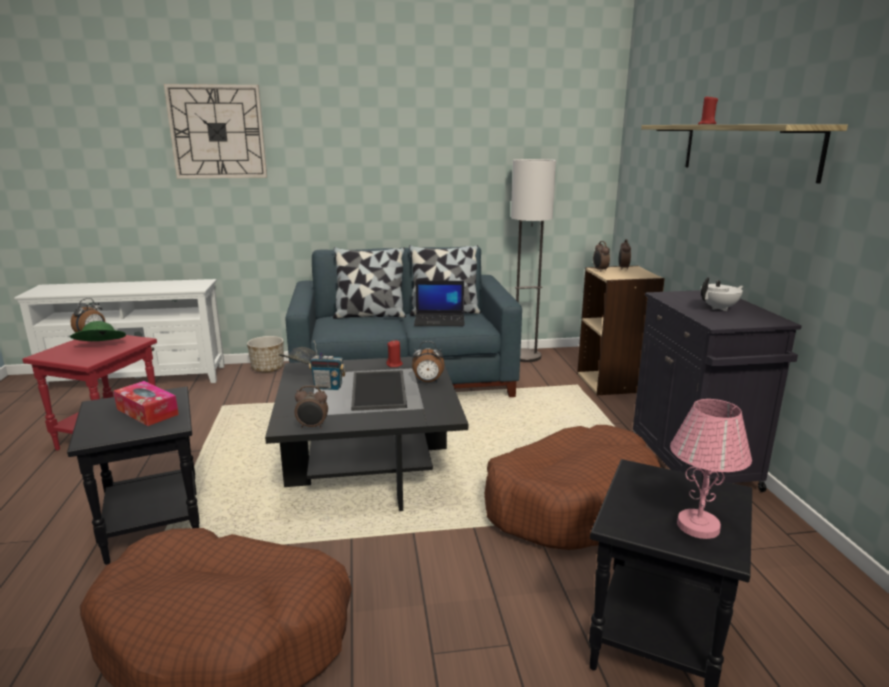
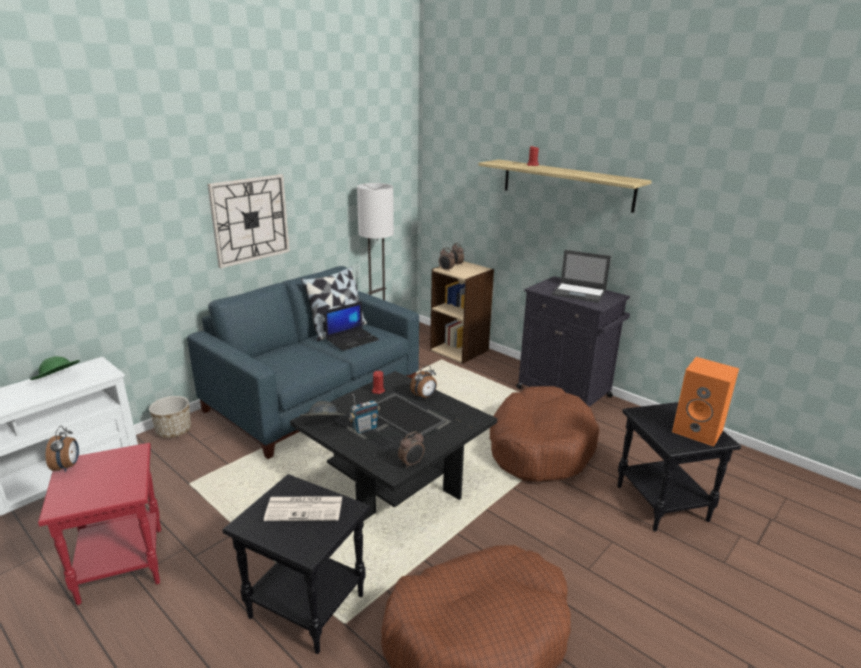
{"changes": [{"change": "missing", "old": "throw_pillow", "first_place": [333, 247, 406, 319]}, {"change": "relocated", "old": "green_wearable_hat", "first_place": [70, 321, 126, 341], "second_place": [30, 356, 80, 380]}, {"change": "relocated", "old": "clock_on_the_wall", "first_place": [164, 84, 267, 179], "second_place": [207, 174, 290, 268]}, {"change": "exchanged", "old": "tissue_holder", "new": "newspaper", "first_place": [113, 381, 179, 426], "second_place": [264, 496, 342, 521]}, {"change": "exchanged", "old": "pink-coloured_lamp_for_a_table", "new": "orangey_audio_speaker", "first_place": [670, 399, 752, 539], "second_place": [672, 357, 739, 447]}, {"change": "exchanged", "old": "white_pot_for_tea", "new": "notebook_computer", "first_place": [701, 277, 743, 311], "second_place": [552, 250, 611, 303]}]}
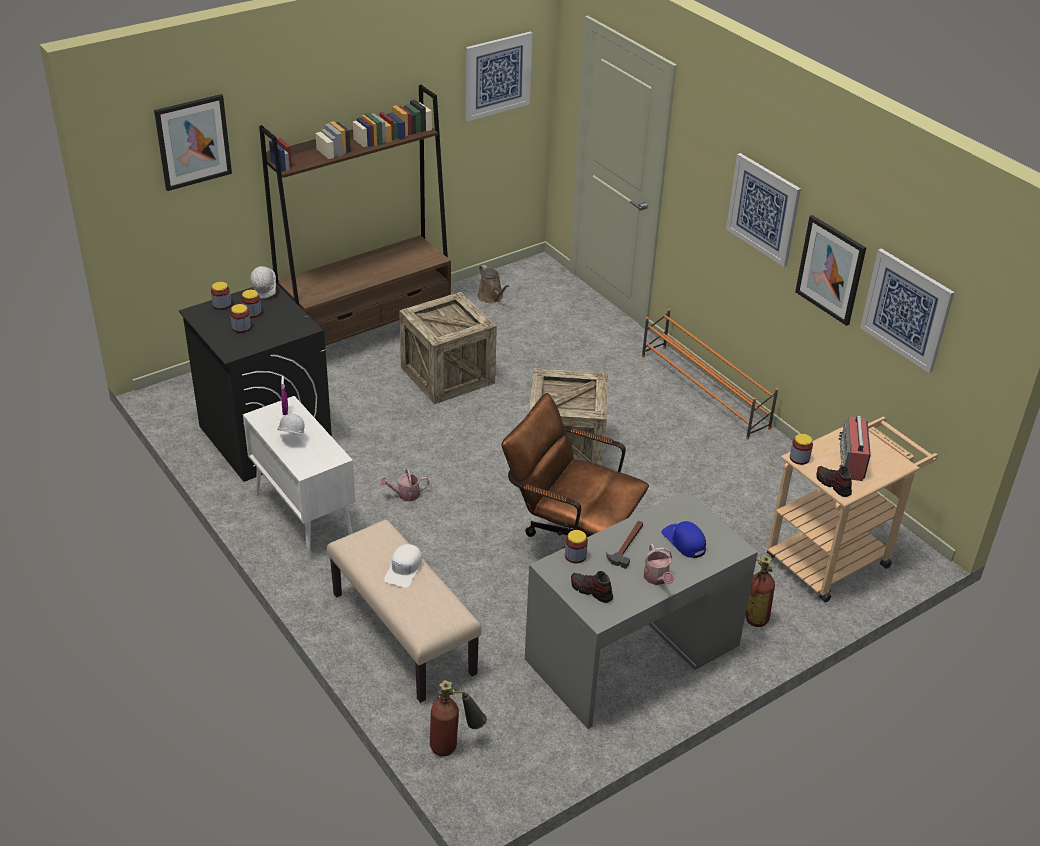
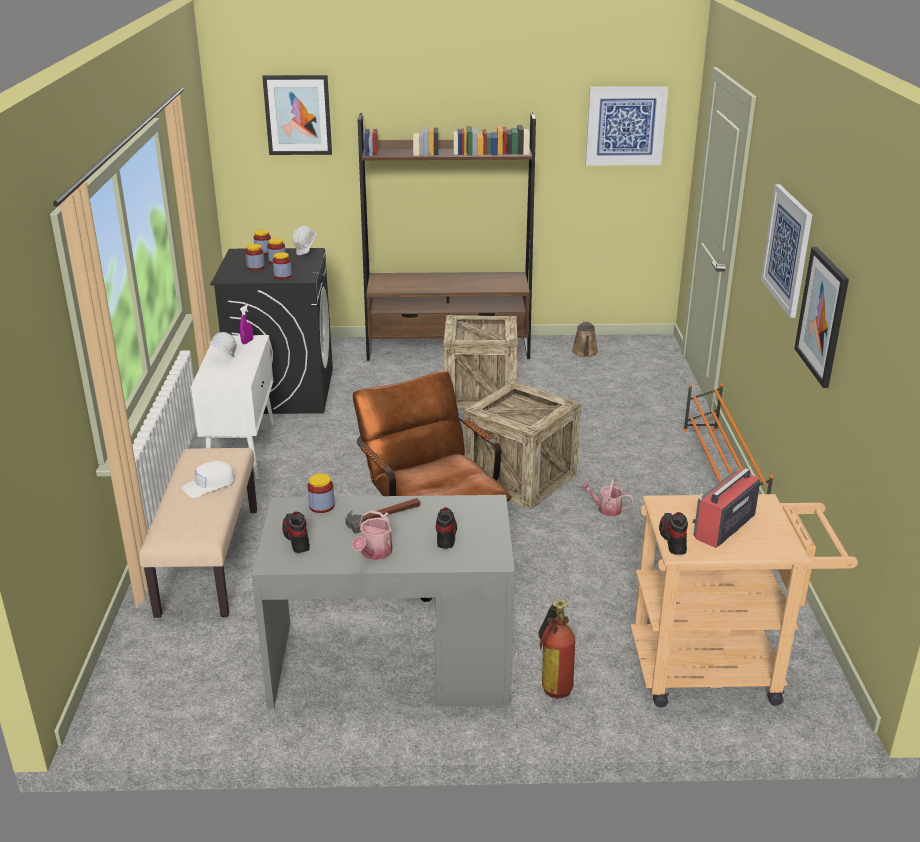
{"changes": [{"change": "missing", "old": "fire_extinguisher", "first_place": [430, 680, 487, 757]}, {"change": "missing", "old": "wall_art", "first_place": [860, 249, 954, 373]}, {"change": "relocated", "old": "sprinkling_can", "first_place": [380, 468, 429, 501], "second_place": [580, 479, 634, 516]}, {"change": "relocated", "old": "jar", "first_place": [790, 434, 813, 465], "second_place": [273, 252, 292, 279]}, {"change": "exchanged", "old": "blue-coloured_peaked_cap", "new": "low_shoe", "first_place": [661, 521, 706, 558], "second_place": [436, 507, 457, 548]}]}
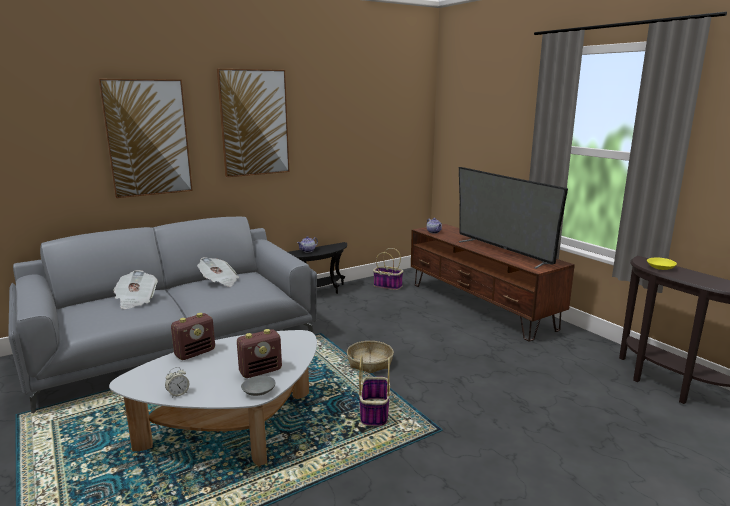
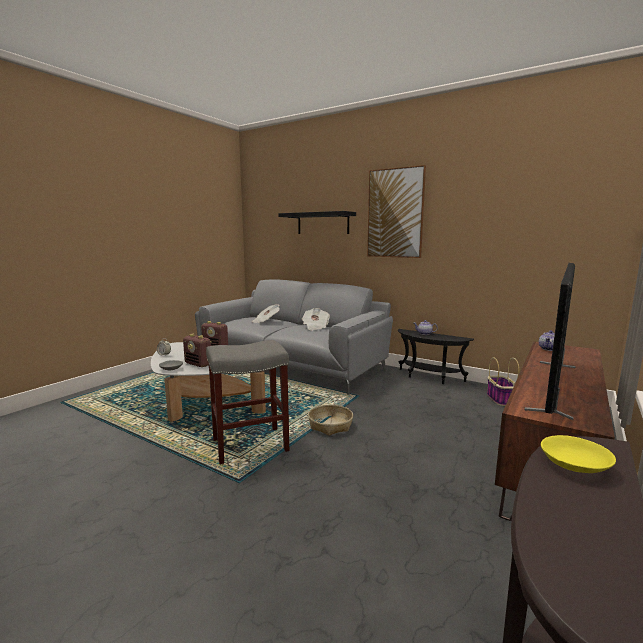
{"changes": [{"change": "exchanged", "old": "wall_art", "new": "blackish_shelf", "first_place": [99, 79, 193, 198], "second_place": [278, 211, 356, 234]}, {"change": "exchanged", "old": "basket", "new": "grey_stool", "first_place": [359, 356, 390, 426], "second_place": [206, 340, 289, 464]}]}
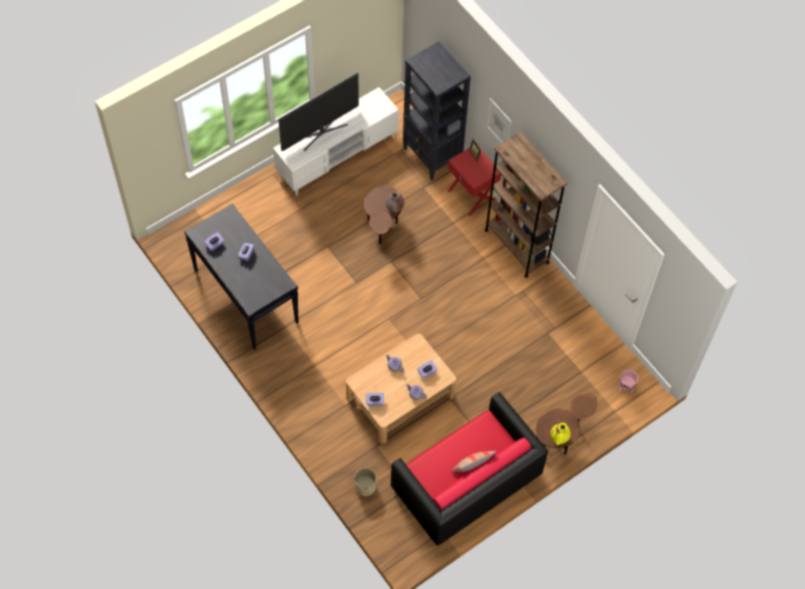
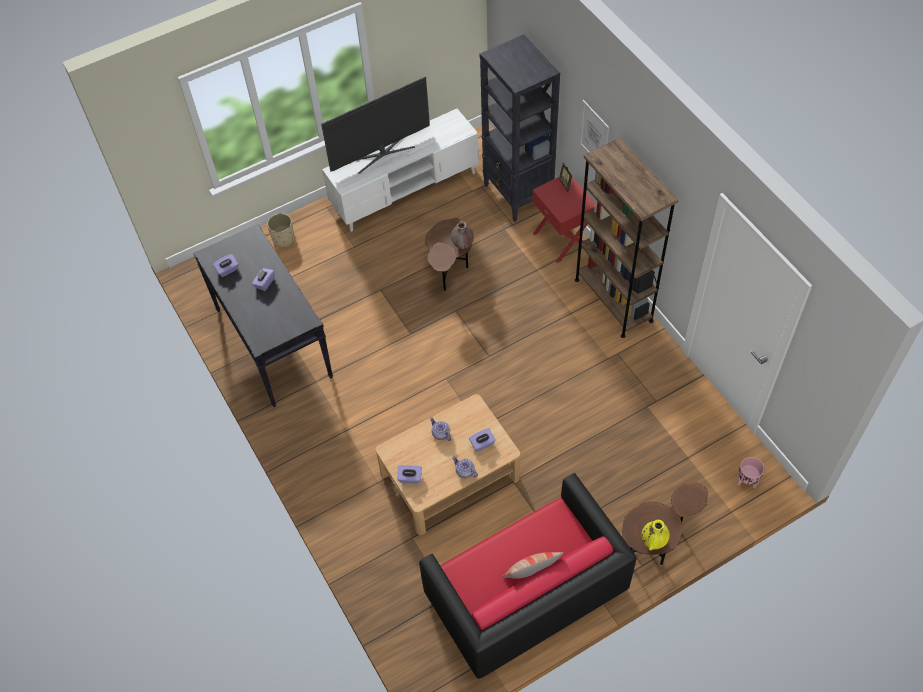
{"changes": [{"change": "relocated", "old": "beige-coloured_flower_pot", "first_place": [354, 468, 377, 496], "second_place": [267, 213, 295, 247]}]}
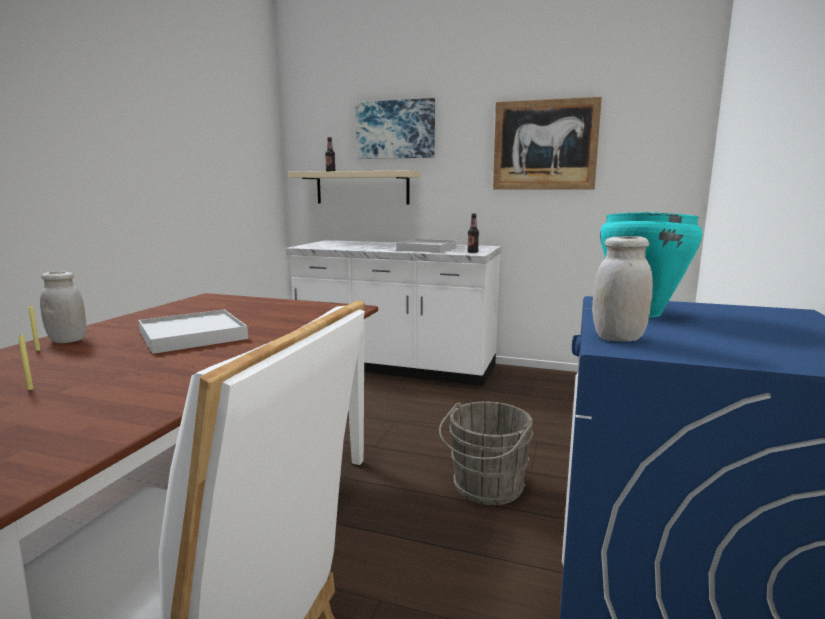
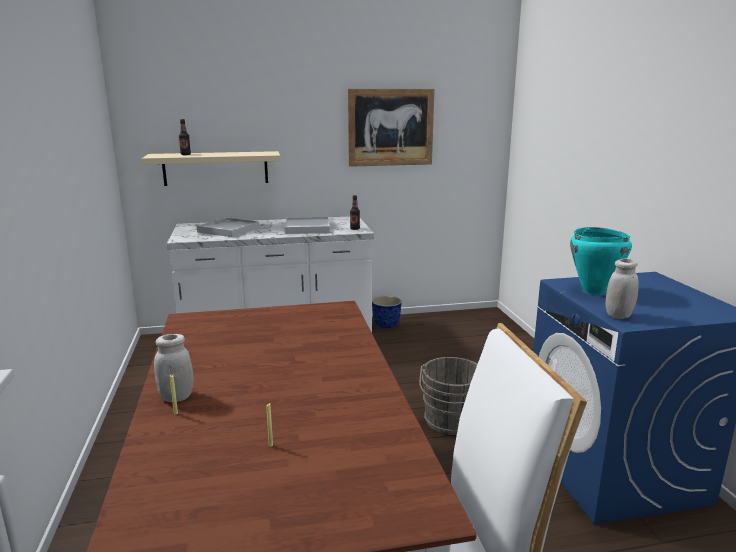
{"changes": [{"change": "missing", "old": "wall_art", "first_place": [355, 98, 435, 159]}, {"change": "appeared", "new": "flower_pot", "second_place": [372, 296, 402, 328]}, {"change": "relocated", "old": "white_carrying_tray", "first_place": [139, 309, 248, 354], "second_place": [197, 217, 260, 237]}]}
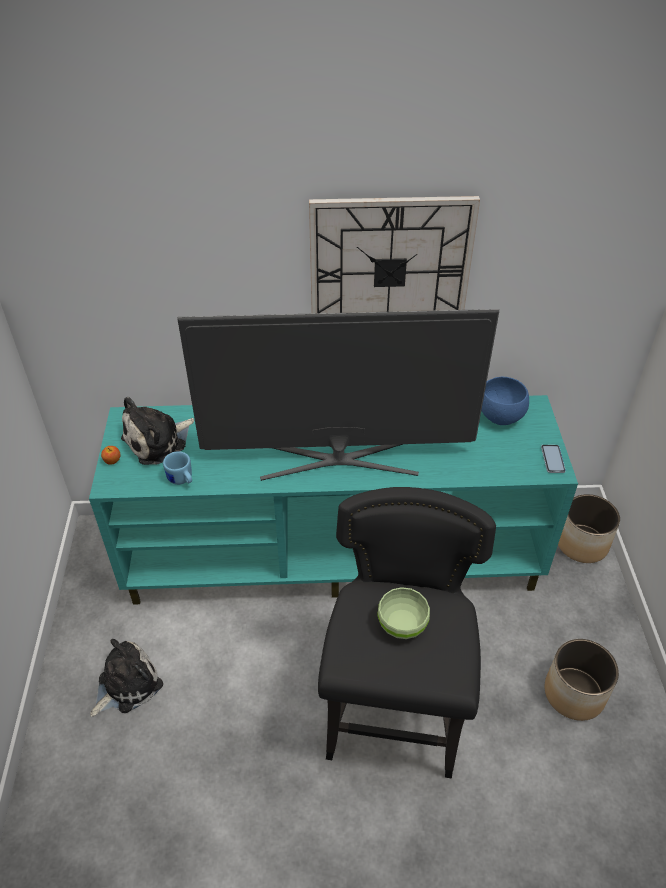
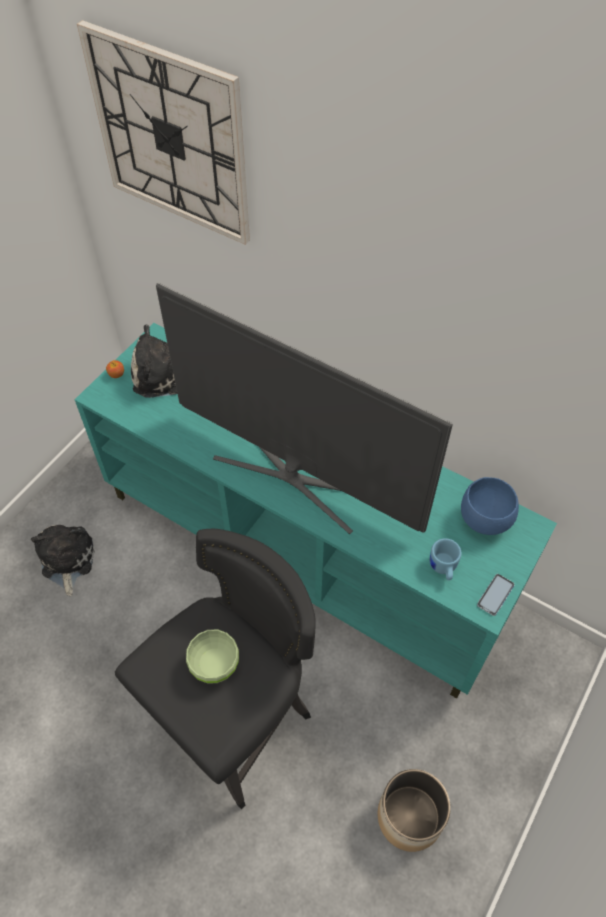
{"changes": [{"change": "missing", "old": "flower_pot", "first_place": [558, 494, 620, 563]}, {"change": "relocated", "old": "blue-coloured_tea_mug", "first_place": [163, 451, 192, 485], "second_place": [430, 538, 462, 580]}, {"change": "relocated", "old": "clock_on_the_wall", "first_place": [309, 196, 480, 314], "second_place": [77, 20, 250, 245]}, {"change": "spun", "old": "plush_toy", "first_place": [90, 639, 163, 717], "second_place": [31, 525, 95, 596], "degrees": -90}]}
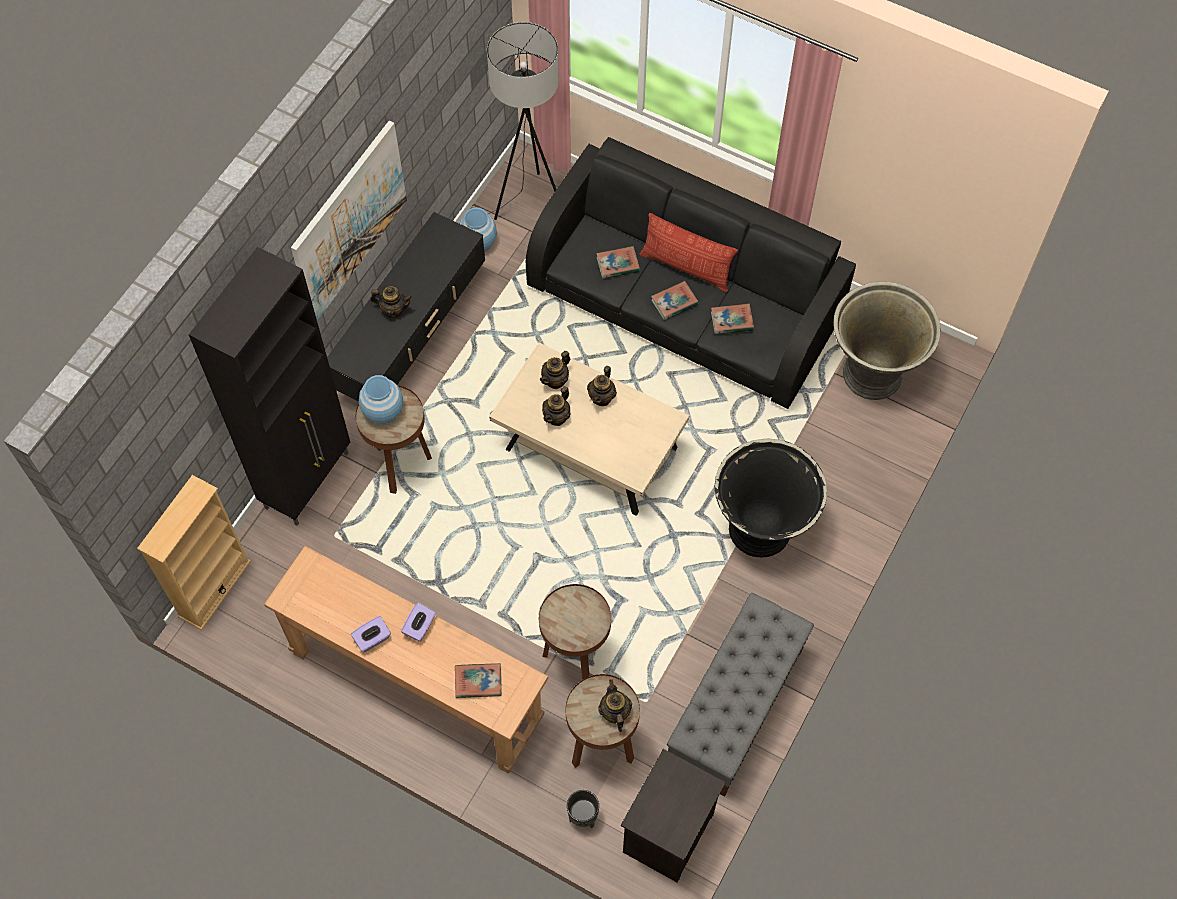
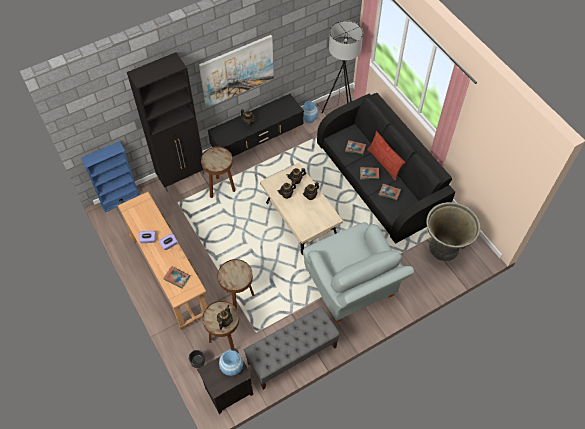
{"changes": [{"change": "relocated", "old": "blue-coloured_decorative_vase", "first_place": [359, 375, 403, 424], "second_place": [219, 350, 243, 376]}, {"change": "exchanged", "old": "blackish_flower_pot", "new": "grey_lounge_chair", "first_place": [715, 439, 827, 557], "second_place": [303, 222, 414, 323]}, {"change": "colour", "old": "beige-coloured_bookshelf", "new": "blue-coloured_bookshelf", "first_place": [137, 475, 251, 630], "second_place": [81, 141, 140, 212]}]}
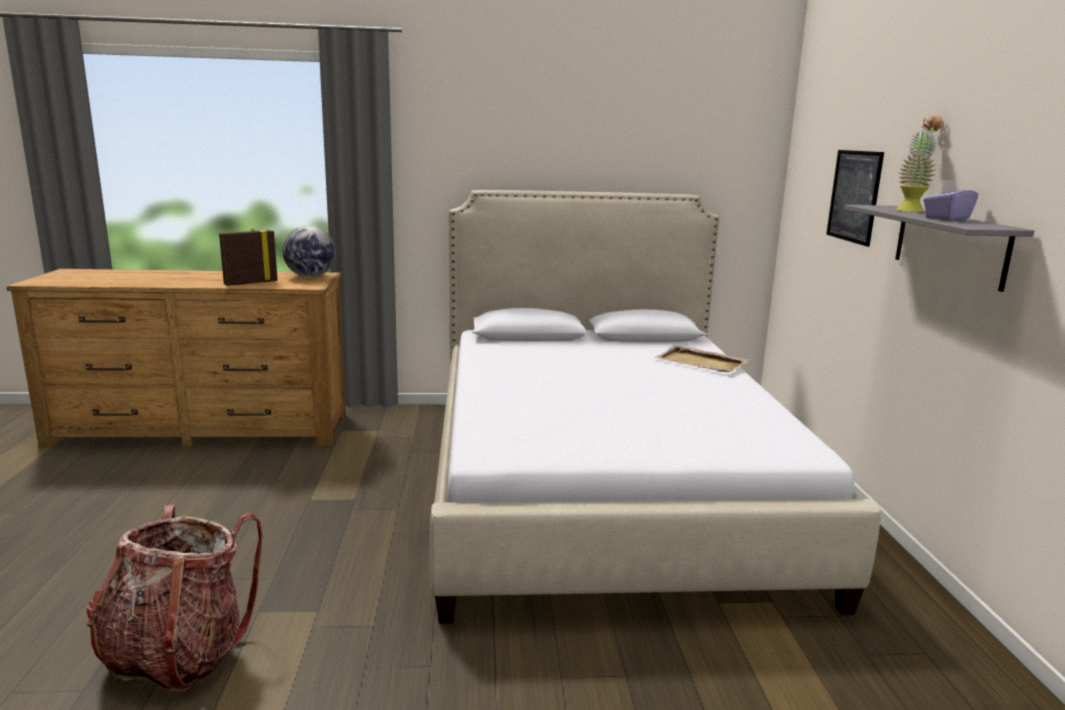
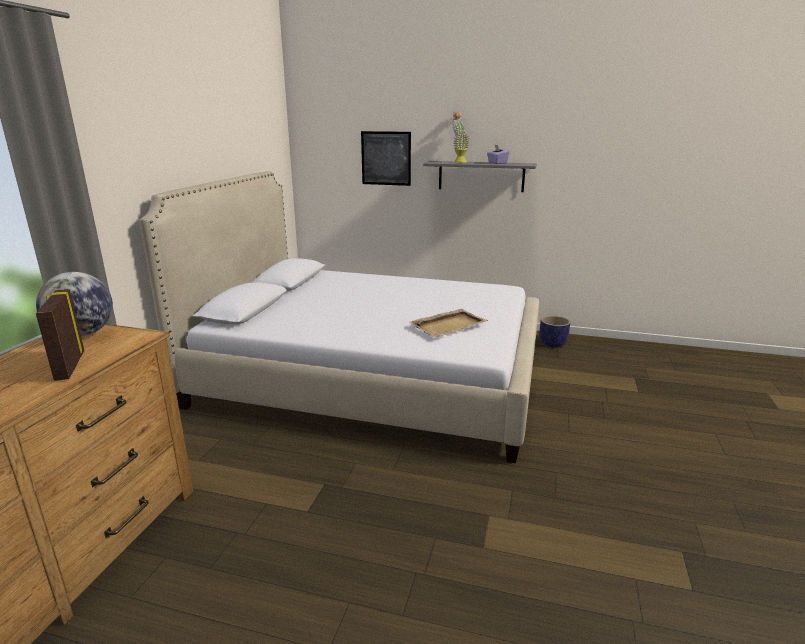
{"changes": [{"change": "missing", "old": "backpack", "first_place": [87, 505, 263, 692]}, {"change": "appeared", "new": "flower_pot", "second_place": [539, 315, 570, 348]}, {"change": "relocated", "old": "beige-coloured_carrying_tray", "first_place": [654, 345, 750, 372], "second_place": [409, 309, 488, 338]}]}
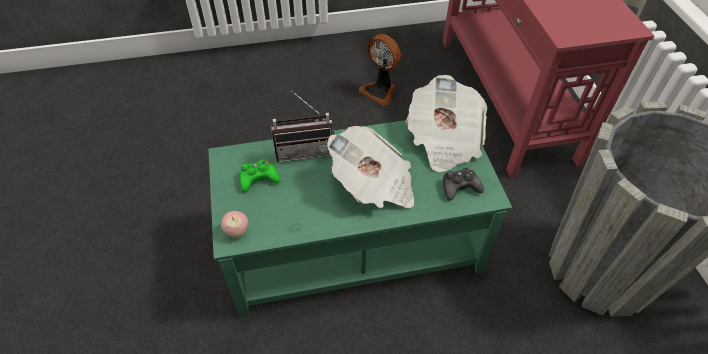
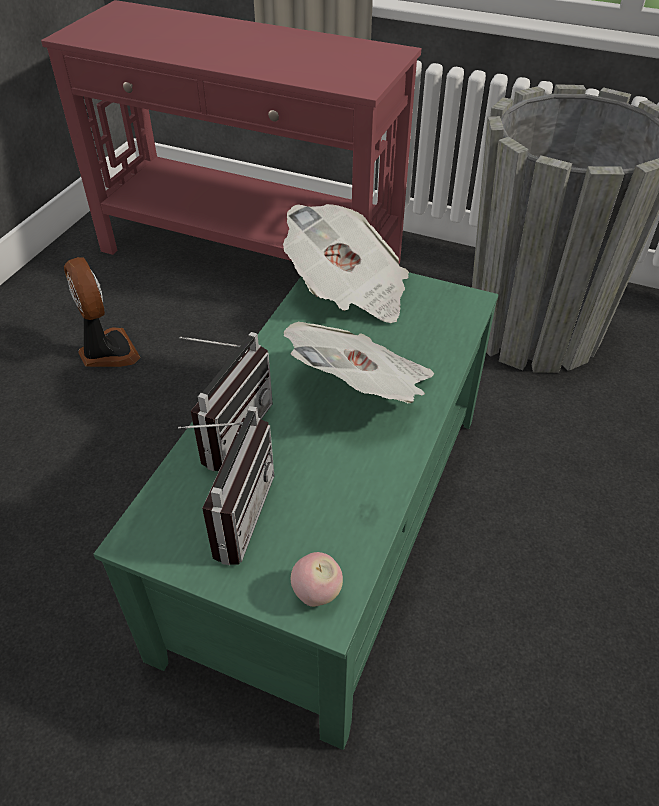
{"changes": [{"change": "missing", "old": "blackish_game_controller", "first_place": [443, 168, 484, 201]}, {"change": "exchanged", "old": "green_game_controller", "new": "radio", "first_place": [239, 159, 280, 193], "second_place": [178, 406, 274, 565]}, {"change": "spun", "old": "cooling_fan", "first_place": [359, 34, 401, 106], "second_place": [64, 257, 141, 367], "degrees": -105}]}
